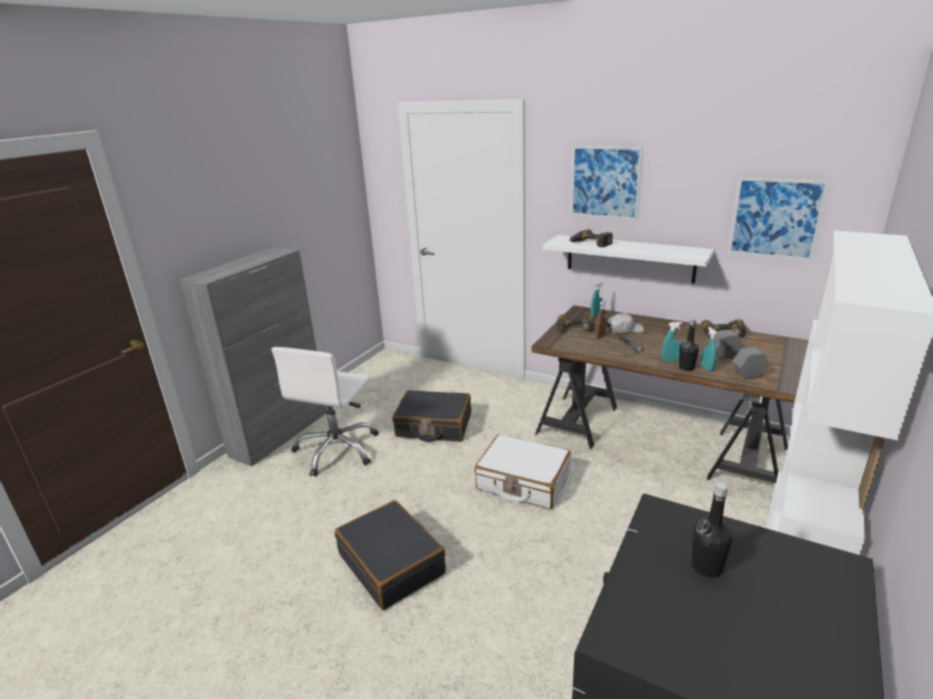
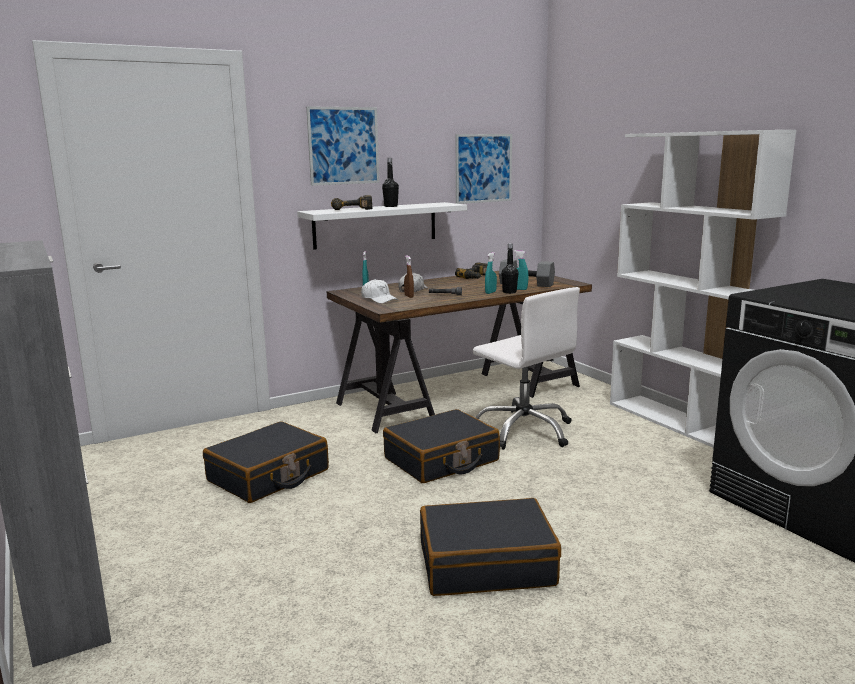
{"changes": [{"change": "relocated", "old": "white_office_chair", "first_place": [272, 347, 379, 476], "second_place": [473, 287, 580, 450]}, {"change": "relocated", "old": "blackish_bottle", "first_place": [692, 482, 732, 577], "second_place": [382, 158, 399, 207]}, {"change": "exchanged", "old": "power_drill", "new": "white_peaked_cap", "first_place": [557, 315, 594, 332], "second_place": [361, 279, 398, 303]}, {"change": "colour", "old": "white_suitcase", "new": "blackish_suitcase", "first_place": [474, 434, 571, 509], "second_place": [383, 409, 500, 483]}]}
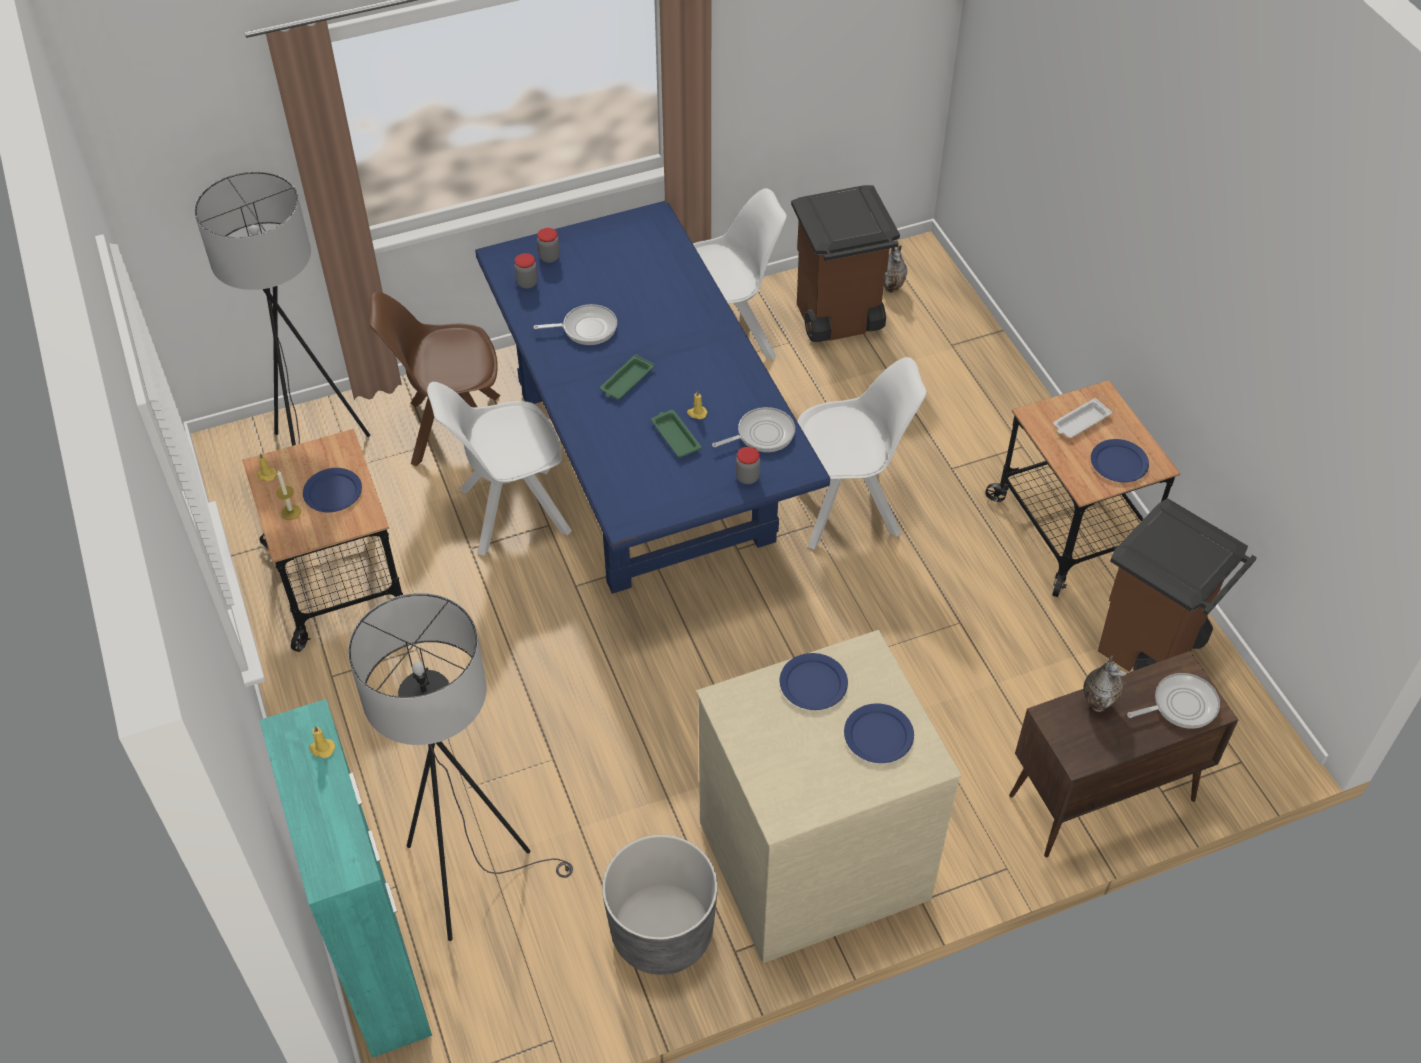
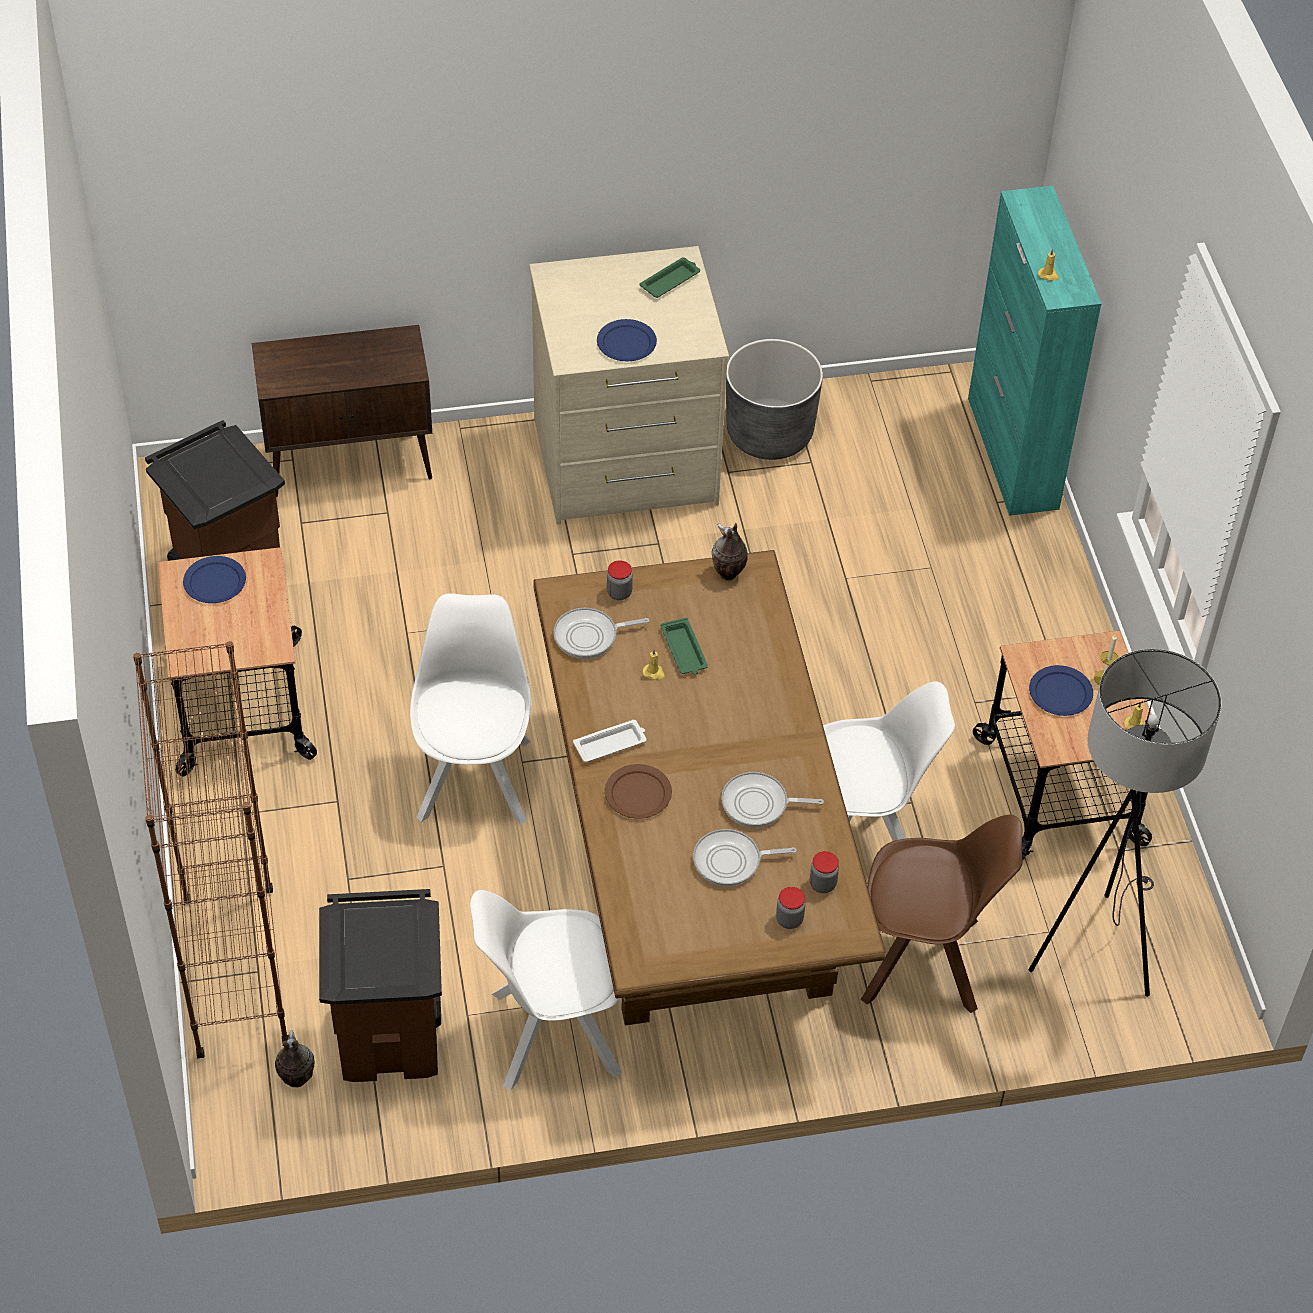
{"changes": [{"change": "missing", "old": "grey_standing_lamp", "first_place": [348, 593, 573, 941]}, {"change": "missing", "old": "blue-coloured_flat_dish", "first_place": [844, 703, 914, 763]}, {"change": "appeared", "new": "brown_bookshelf", "second_place": [133, 641, 289, 1058]}, {"change": "appeared", "new": "brown_flat_dish", "second_place": [605, 764, 672, 819]}, {"change": "relocated", "old": "green_carrying_tray", "first_place": [600, 354, 654, 399], "second_place": [640, 257, 700, 298]}, {"change": "relocated", "old": "white_carrying_tray", "first_place": [1053, 398, 1112, 438], "second_place": [573, 720, 647, 762]}, {"change": "relocated", "old": "decorative_vase", "first_place": [1083, 655, 1127, 712], "second_place": [712, 523, 747, 581]}, {"change": "relocated", "old": "skillet", "first_place": [1127, 673, 1220, 729], "second_place": [693, 829, 797, 887]}, {"change": "colour", "old": "blue-coloured_dining_table", "new": "brown_dining_table", "first_place": [475, 201, 830, 594], "second_place": [533, 550, 886, 1025]}, {"change": "spun", "old": "white_upright_chair", "first_place": [797, 357, 927, 549], "second_place": [410, 593, 531, 825], "degrees": 90}]}
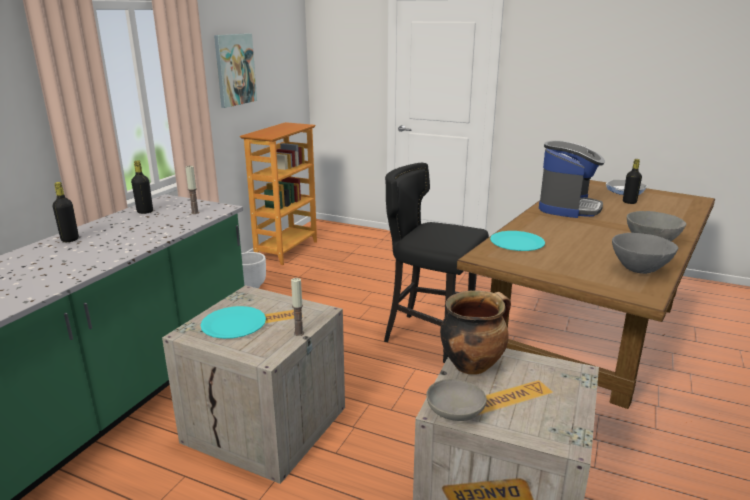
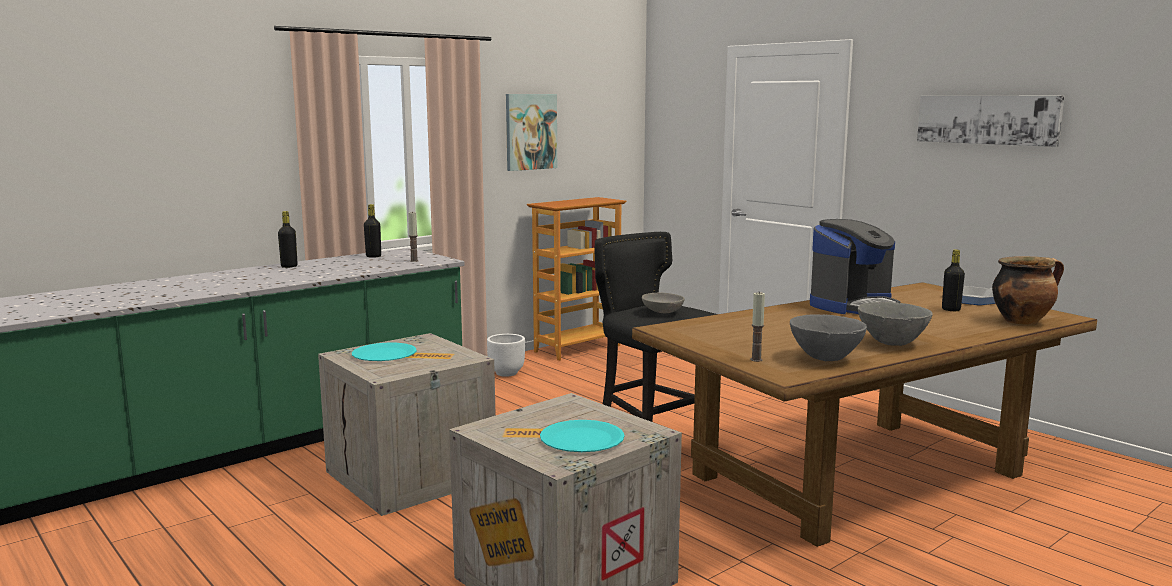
{"changes": [{"change": "appeared", "new": "wall_art", "second_place": [917, 96, 1064, 147]}, {"change": "relocated", "old": "candle", "first_place": [291, 278, 304, 336], "second_place": [750, 291, 765, 362]}, {"change": "relocated", "old": "grey_serving_bowl", "first_place": [426, 379, 487, 421], "second_place": [642, 293, 685, 313]}, {"change": "relocated", "old": "saucepot", "first_place": [440, 290, 511, 375], "second_place": [992, 256, 1064, 325]}, {"change": "relocated", "old": "blue-green_flat_dish", "first_place": [490, 231, 545, 251], "second_place": [540, 420, 625, 452]}]}
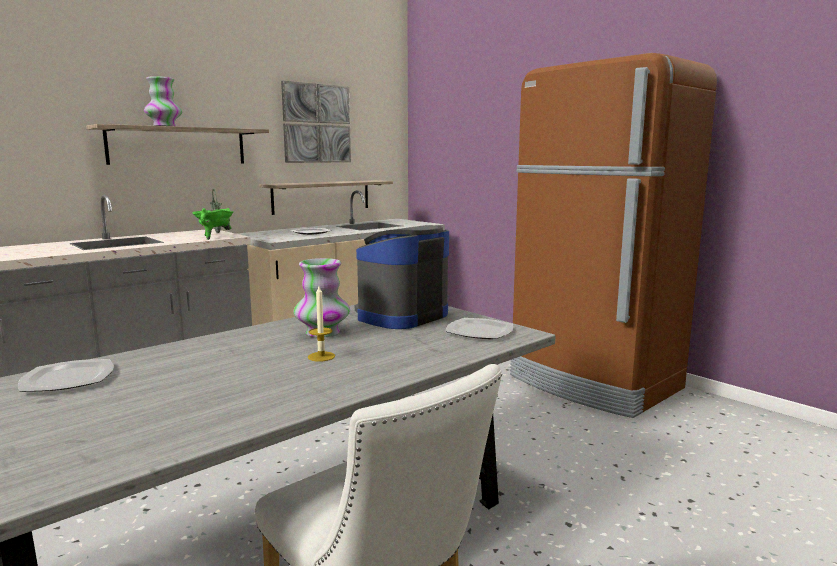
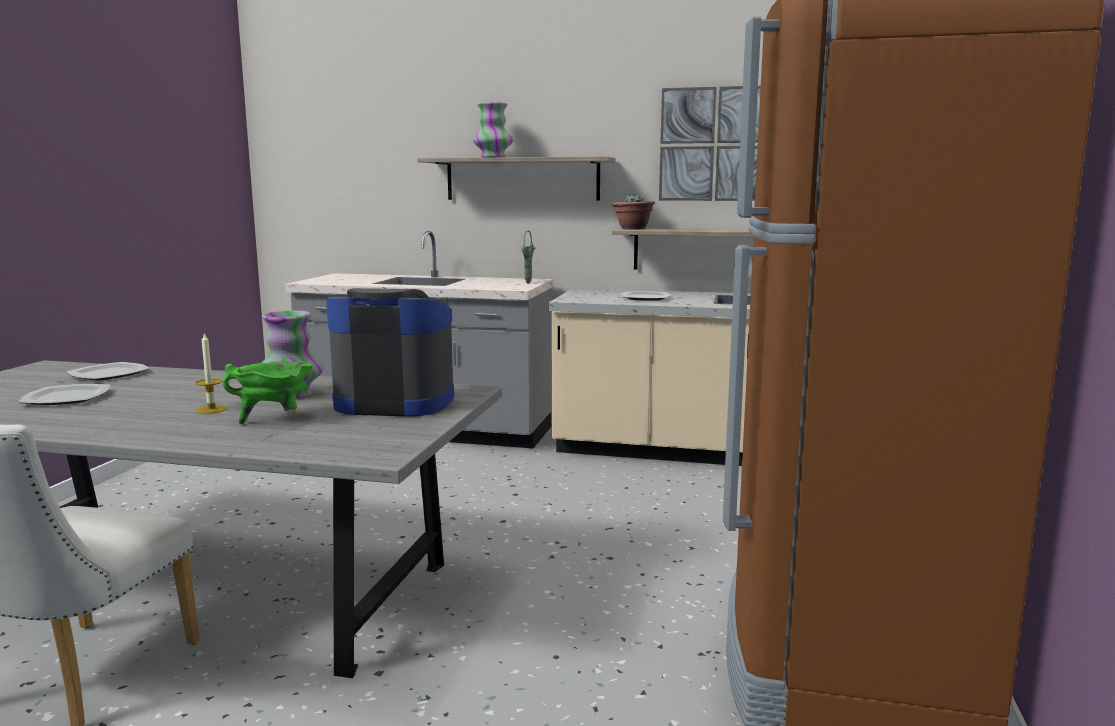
{"changes": [{"change": "appeared", "new": "plant_in_a_pot", "second_place": [612, 193, 655, 230]}, {"change": "relocated", "old": "green_saucepot", "first_place": [193, 208, 234, 240], "second_place": [223, 362, 313, 424]}, {"change": "relocated", "old": "flat_dish", "first_place": [445, 318, 513, 339], "second_place": [19, 384, 110, 405]}]}
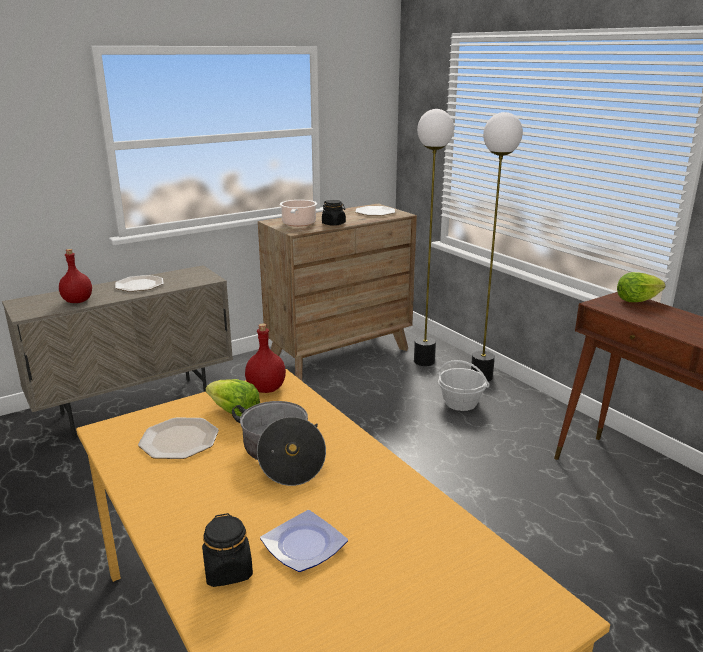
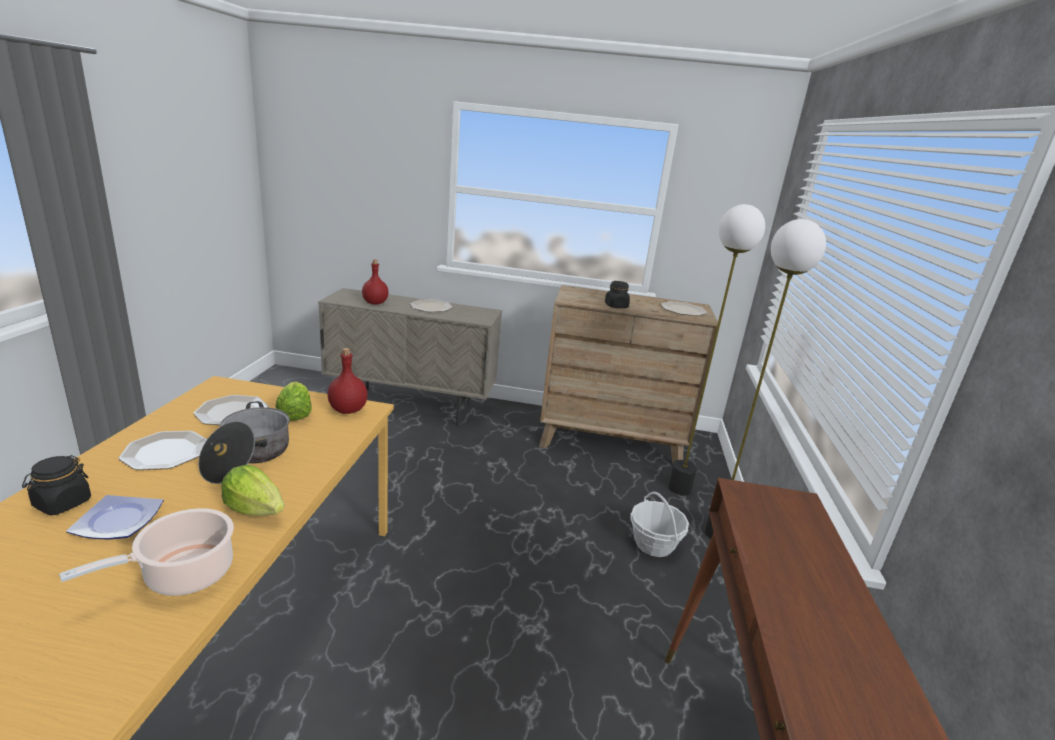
{"changes": [{"change": "appeared", "new": "flat_dish", "second_place": [119, 431, 207, 470]}, {"change": "relocated", "old": "saucepot", "first_place": [280, 200, 317, 227], "second_place": [59, 508, 234, 596]}, {"change": "relocated", "old": "lettuce", "first_place": [617, 272, 666, 302], "second_place": [221, 465, 284, 516]}]}
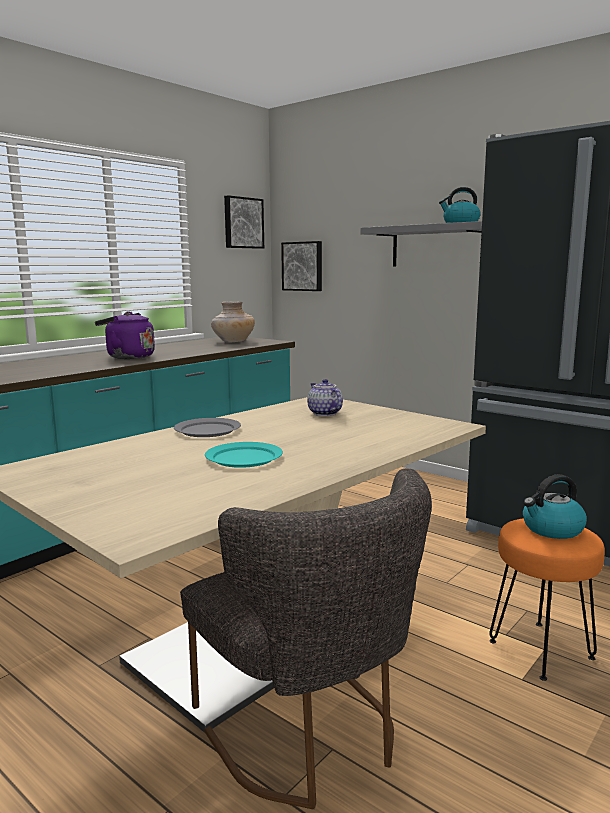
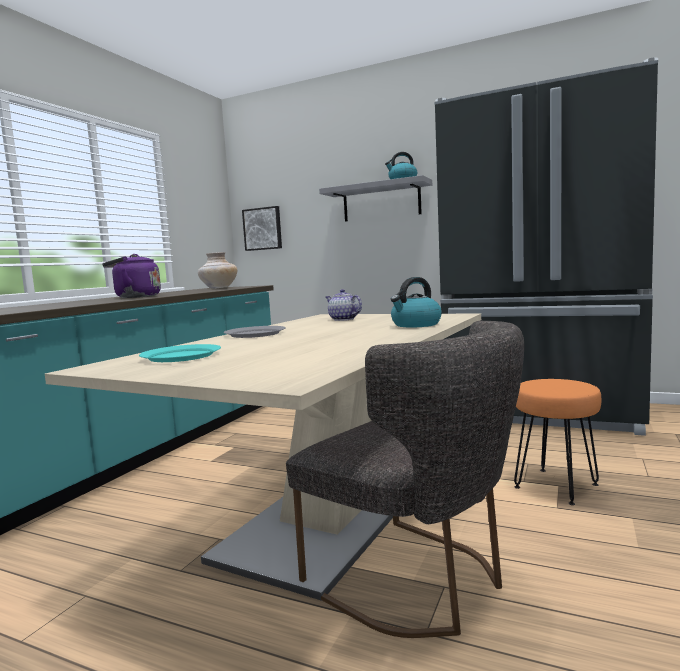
{"changes": [{"change": "missing", "old": "wall_art", "first_place": [224, 195, 264, 249]}, {"change": "relocated", "old": "blue-green_flat_dish", "first_place": [205, 442, 283, 468], "second_place": [139, 344, 221, 362]}, {"change": "relocated", "old": "water_kettle", "first_place": [523, 474, 587, 539], "second_place": [391, 277, 442, 327]}]}
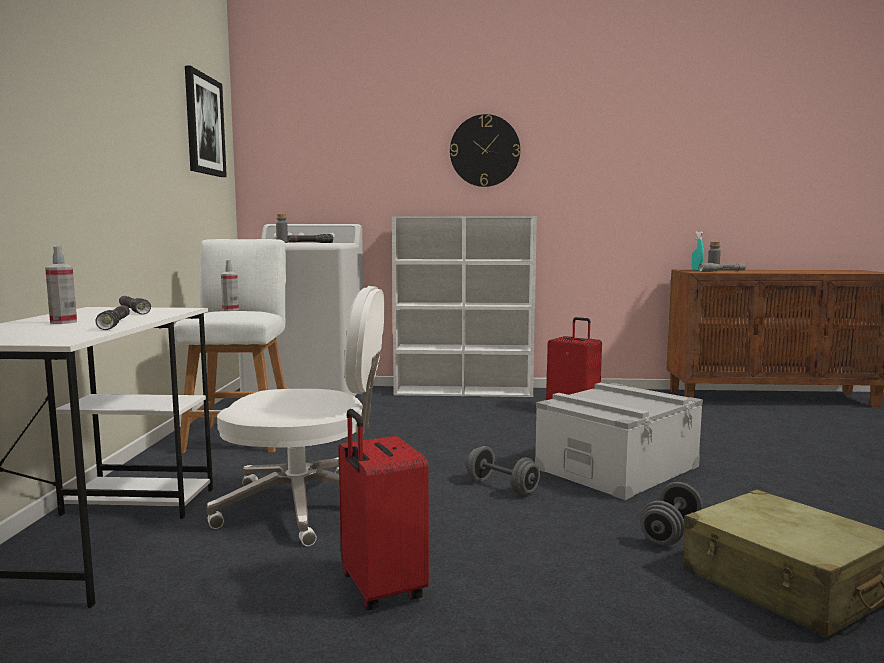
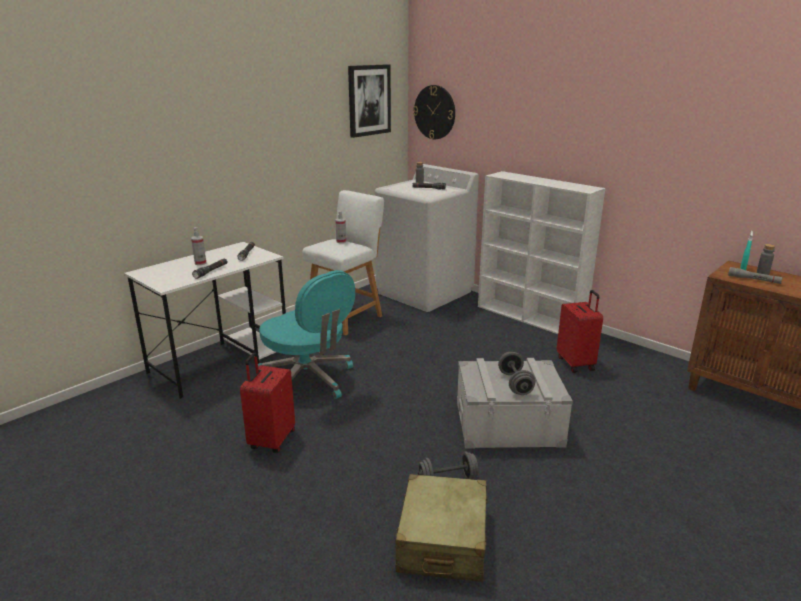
{"changes": [{"change": "relocated", "old": "clock_on_the_wall", "first_place": [450, 114, 520, 187], "second_place": [413, 85, 455, 139]}, {"change": "relocated", "old": "grey_free_weight", "first_place": [467, 446, 540, 495], "second_place": [498, 352, 536, 395]}, {"change": "colour", "old": "white_office_chair", "new": "blue-green_office_chair", "first_place": [207, 286, 385, 546], "second_place": [258, 270, 355, 399]}]}
